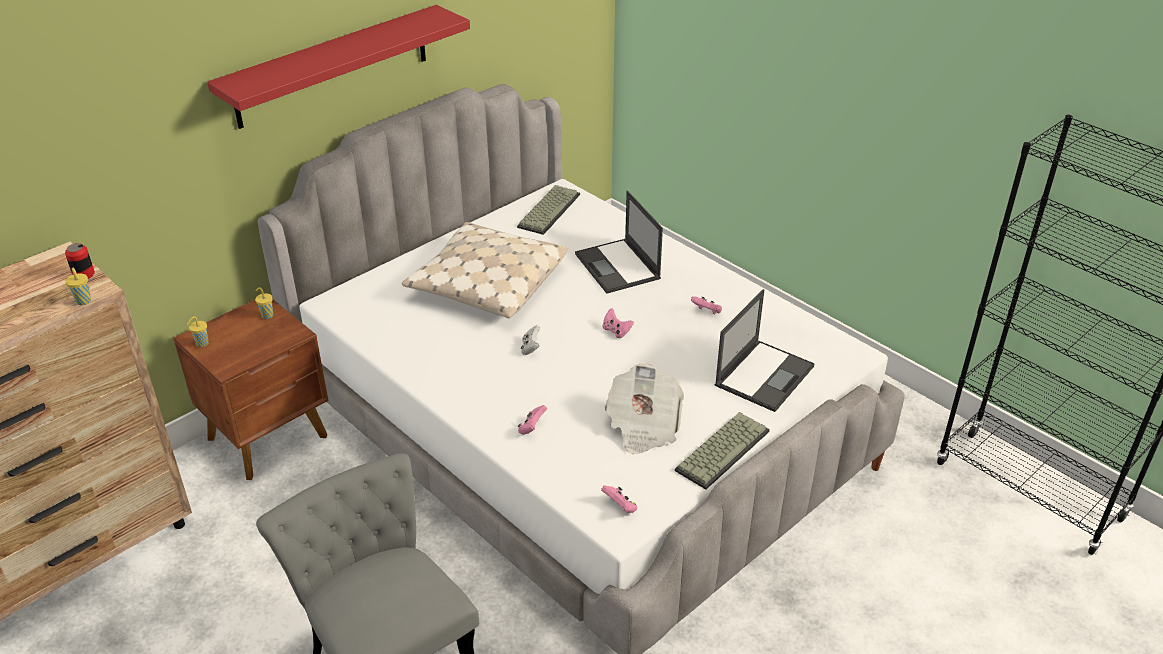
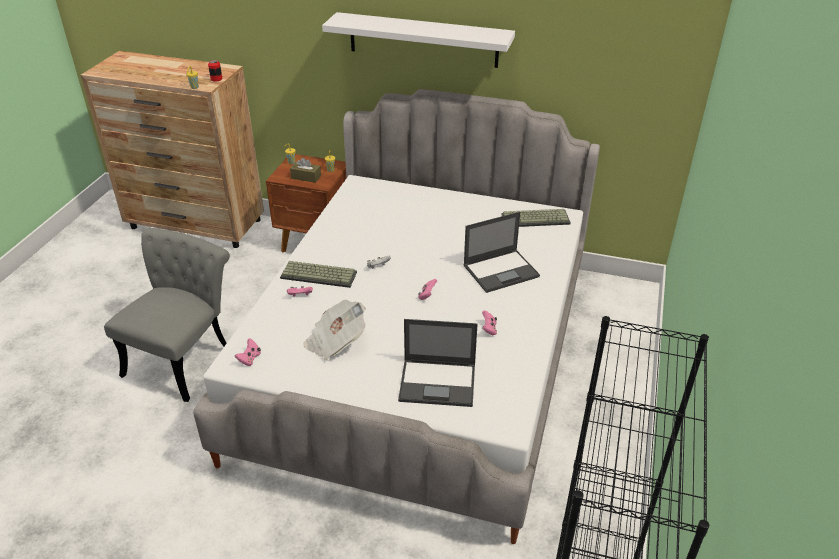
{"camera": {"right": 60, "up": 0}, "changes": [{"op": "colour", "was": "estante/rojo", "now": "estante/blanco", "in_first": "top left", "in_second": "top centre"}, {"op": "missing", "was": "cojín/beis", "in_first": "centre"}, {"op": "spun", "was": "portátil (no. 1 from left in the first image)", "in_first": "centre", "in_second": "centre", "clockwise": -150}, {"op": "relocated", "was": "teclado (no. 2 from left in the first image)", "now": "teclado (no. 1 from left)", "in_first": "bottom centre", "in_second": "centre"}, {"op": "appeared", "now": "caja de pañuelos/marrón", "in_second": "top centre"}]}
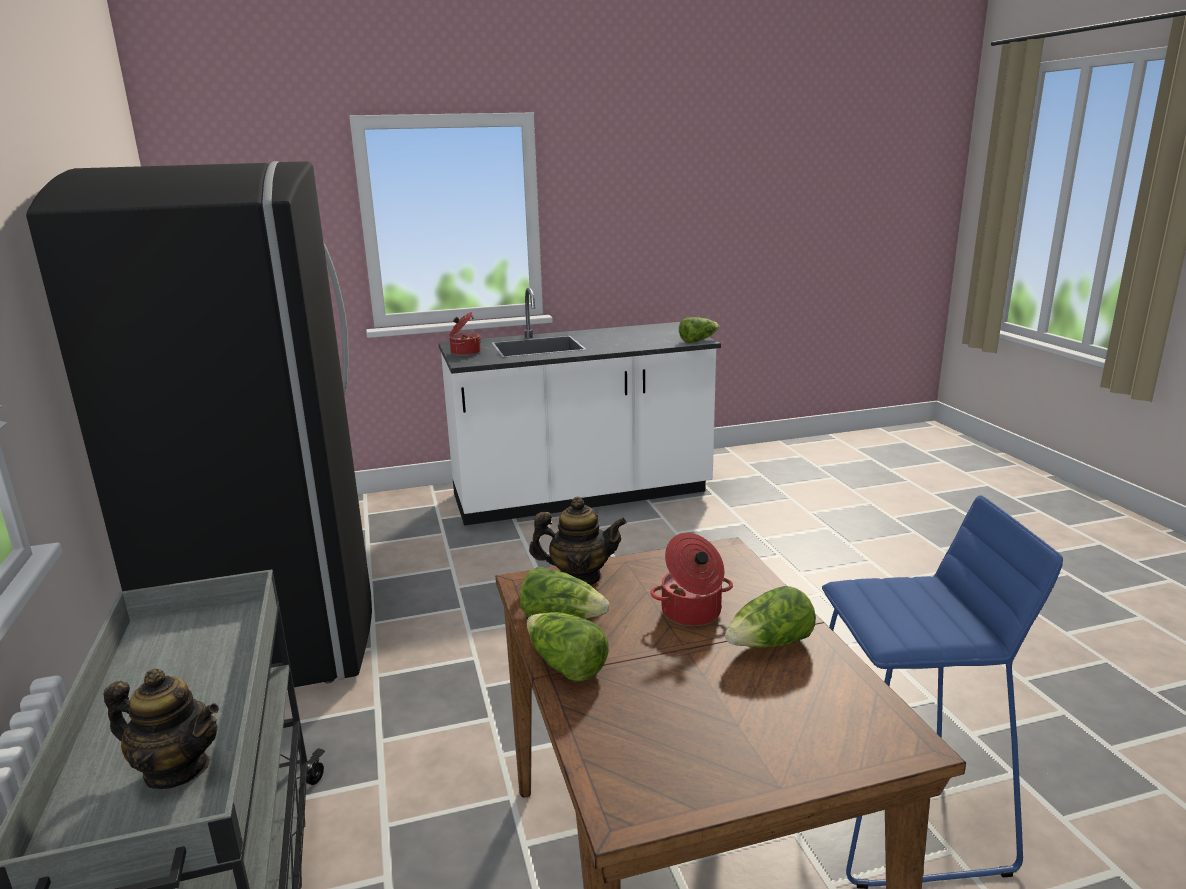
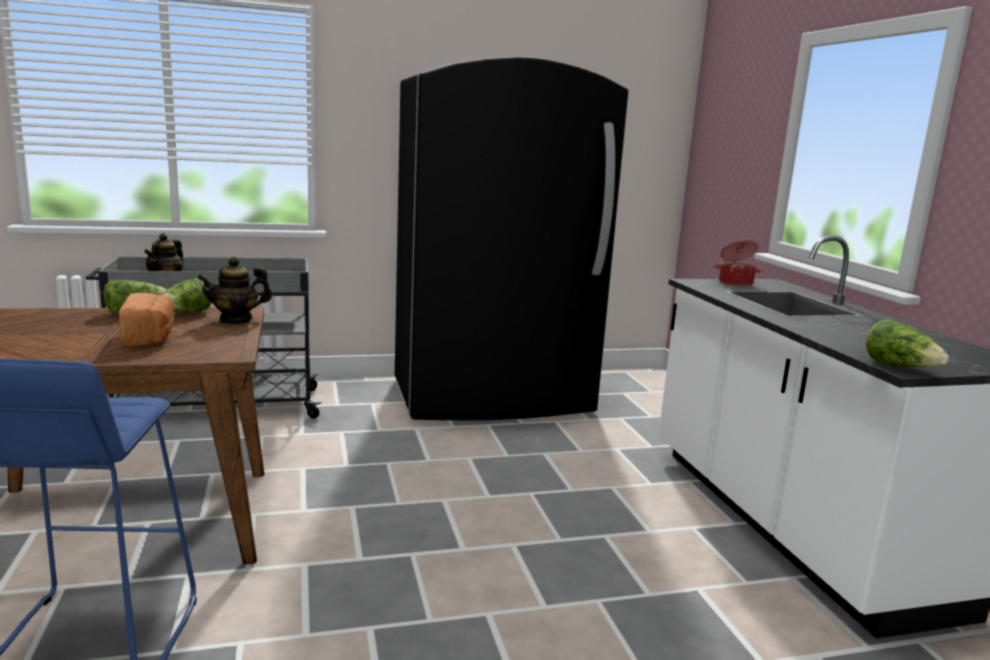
{"camera": {"right": 90, "up": -5}, "changes": [{"op": "spun", "was": "tetera (no. 2 from left)", "in_first": "centre", "in_second": "middle left", "clockwise": 60}, {"op": "exchanged", "was": "olla (no. 2 from left)", "now": "pan", "in_first": "centre", "in_second": "middle left"}, {"op": "missing", "was": "lechuga (no. 4 from left)", "in_first": "bottom centre"}]}
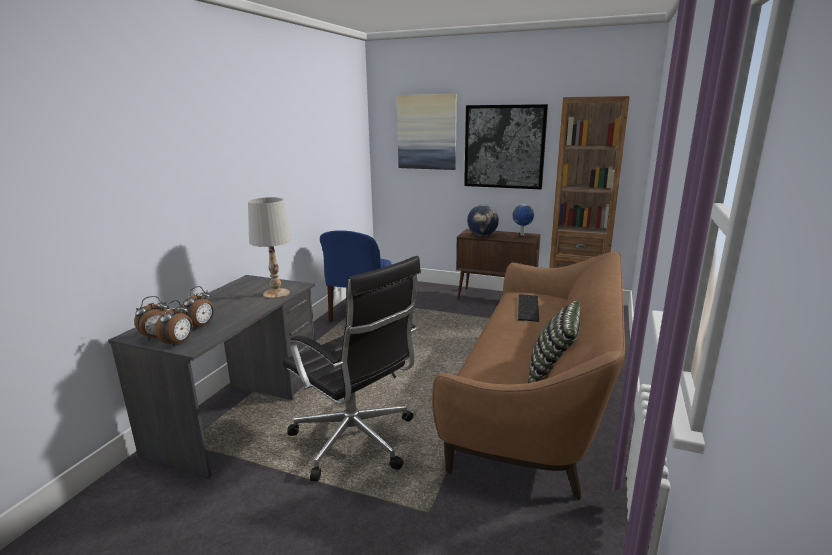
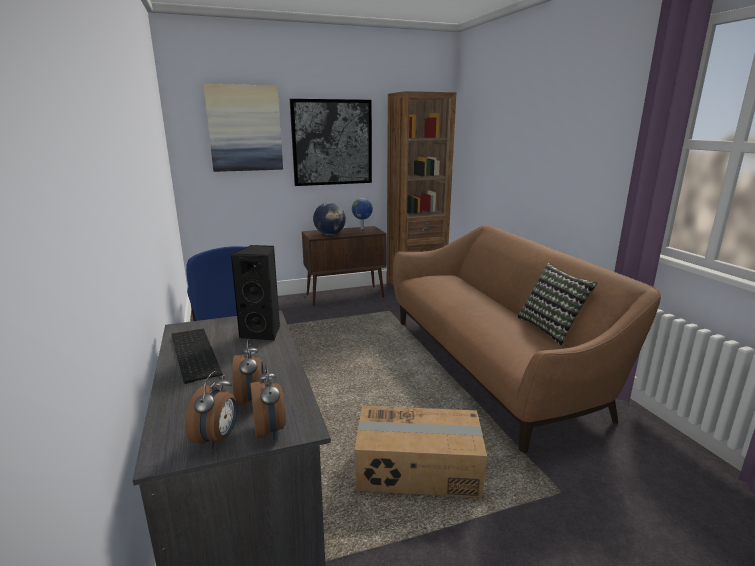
{"camera": {"right": -40, "up": 0}, "changes": [{"op": "exchanged", "was": "lámpara de mesa/blanco", "now": "altavoz/negro", "in_first": "middle left", "in_second": "centre"}, {"op": "exchanged", "was": "silla de oficina/negro", "now": "caja de cartón", "in_first": "centre", "in_second": "bottom centre"}, {"op": "relocated", "was": "teclado", "in_first": "centre", "in_second": "middle left"}]}
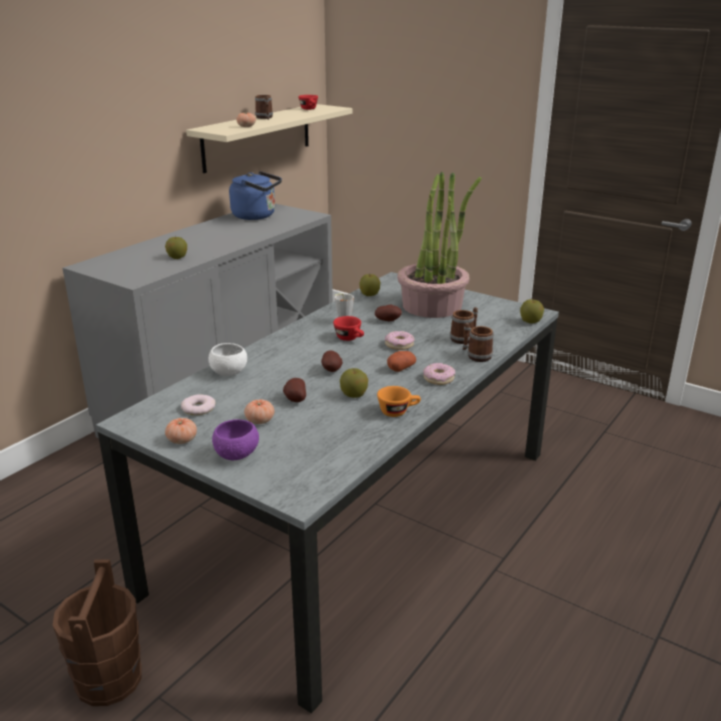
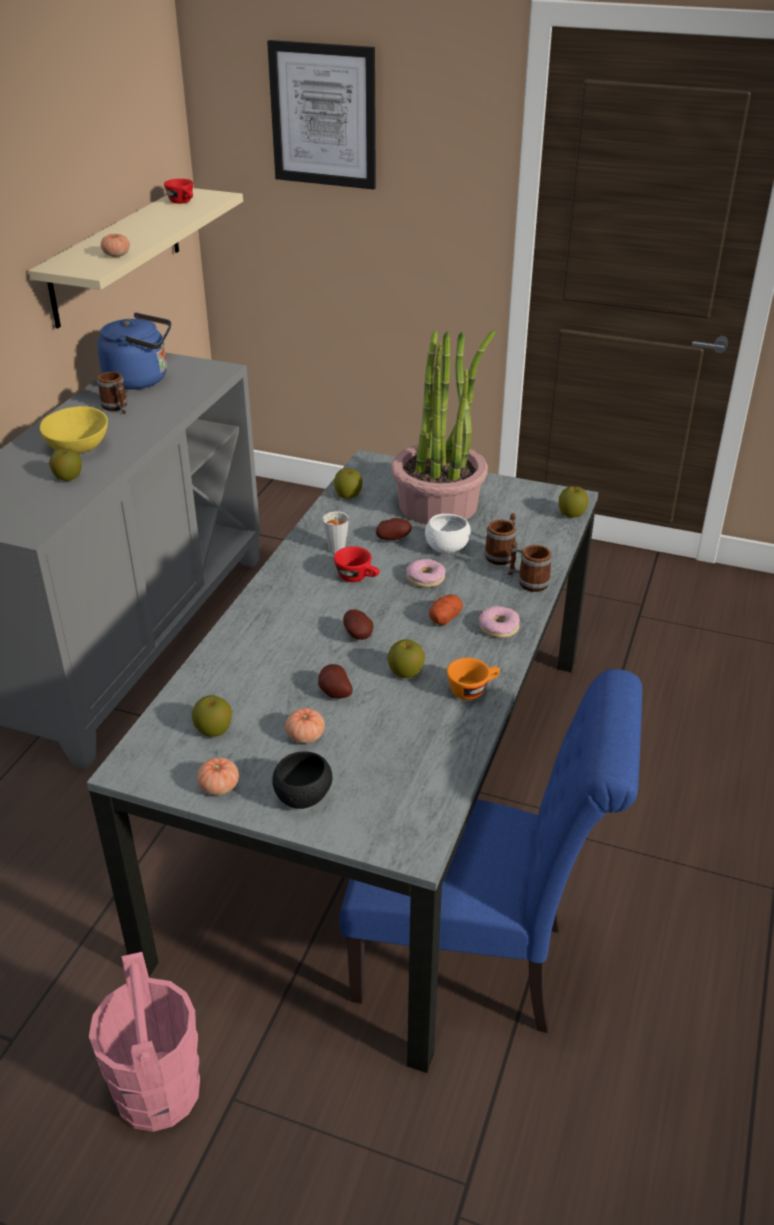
{"camera": {"right": -15, "up": 10}, "changes": [{"op": "colour", "was": "cubo/marrón", "now": "cubo/rosa", "in_first": "bottom left", "in_second": "bottom left"}, {"op": "exchanged", "was": "rosquilla (no. 1 from left)", "now": "manzana (no. 2 from left)", "in_first": "middle left", "in_second": "middle left"}, {"op": "relocated", "was": "cuenco/blanco", "in_first": "middle left", "in_second": "centre"}, {"op": "colour", "was": "cuenco/morado", "now": "cuenco/negro", "in_first": "middle left", "in_second": "centre"}, {"op": "relocated", "was": "taza grande (no. 1 from left)", "in_first": "top centre", "in_second": "top left"}, {"op": "appeared", "now": "cuenco/amarillo", "in_second": "middle left"}, {"op": "appeared", "now": "cuadro", "in_second": "top centre"}, {"op": "appeared", "now": "silla/azul", "in_second": "bottom centre"}]}
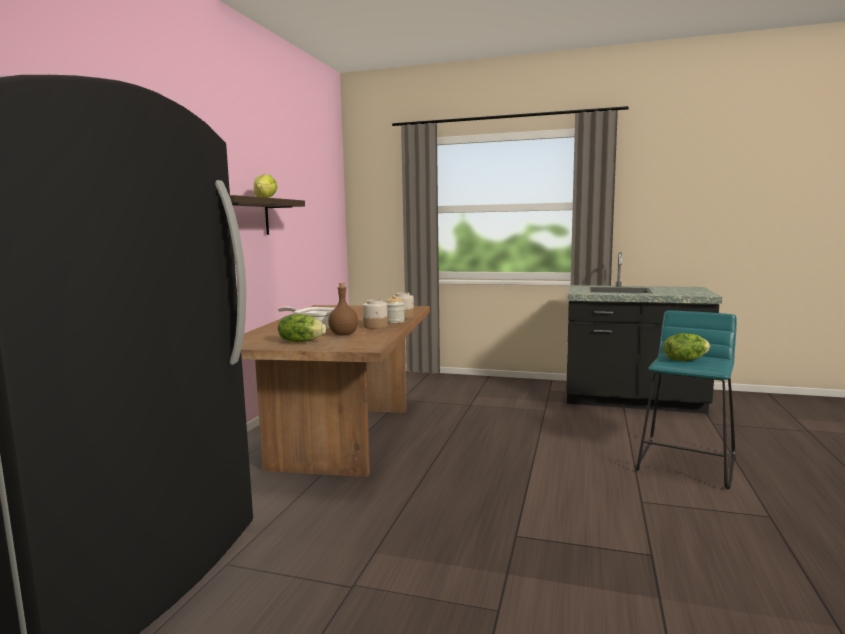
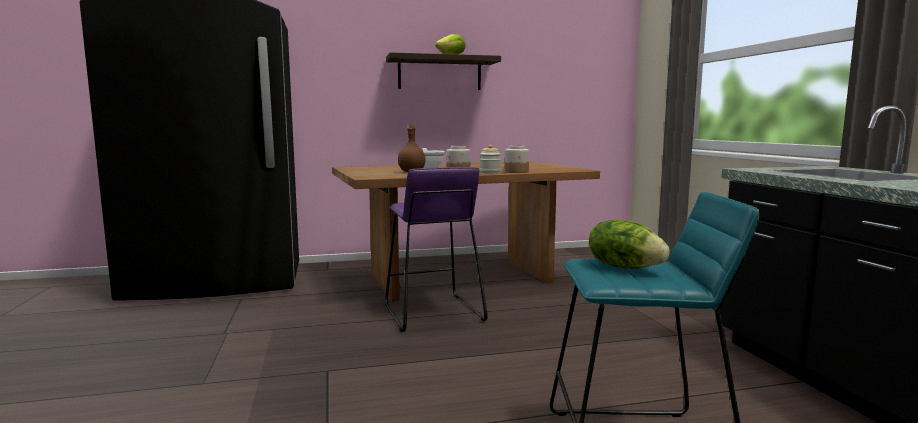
{"camera": {"right": 60, "up": 0}, "changes": [{"op": "missing", "was": "lechuga (no. 2 from left)", "in_first": "centre"}, {"op": "appeared", "now": "taburete/morado", "in_second": "centre"}]}
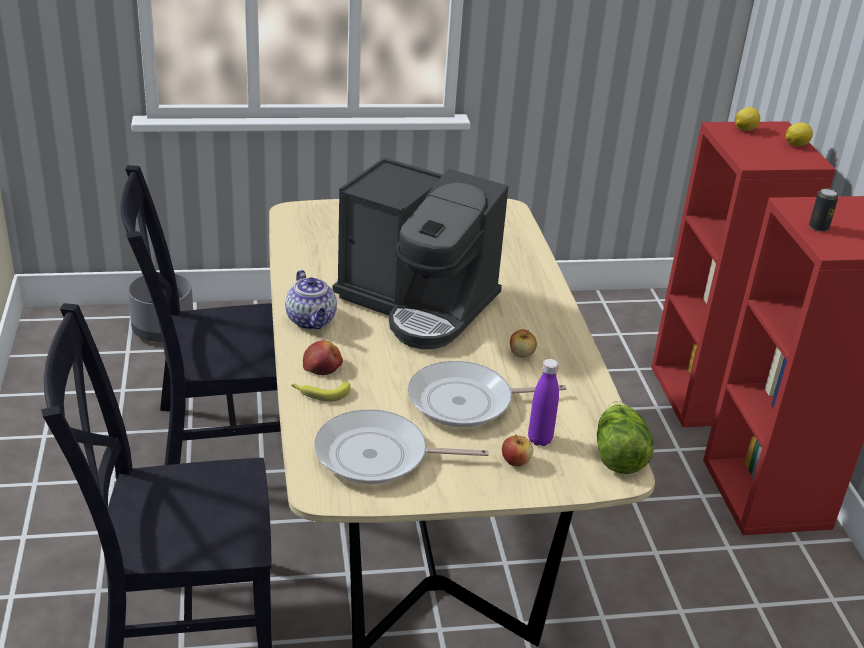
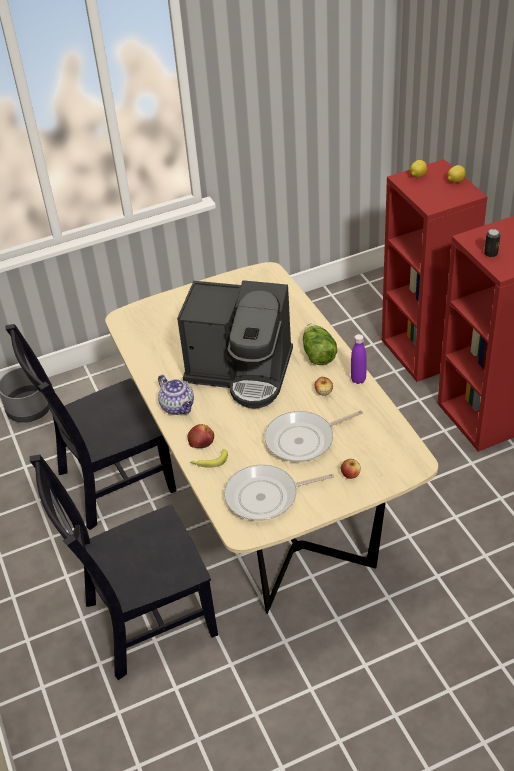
{"camera": {"right": -10, "up": 10}, "changes": [{"op": "relocated", "was": "botella/morado", "in_first": "centre", "in_second": "middle right"}, {"op": "relocated", "was": "lechuga", "in_first": "bottom right", "in_second": "centre"}]}
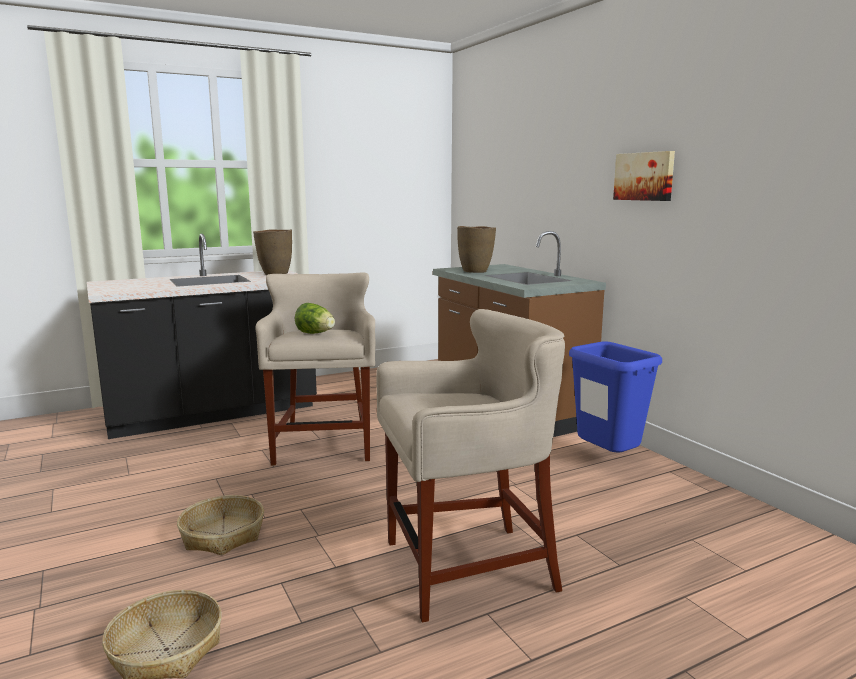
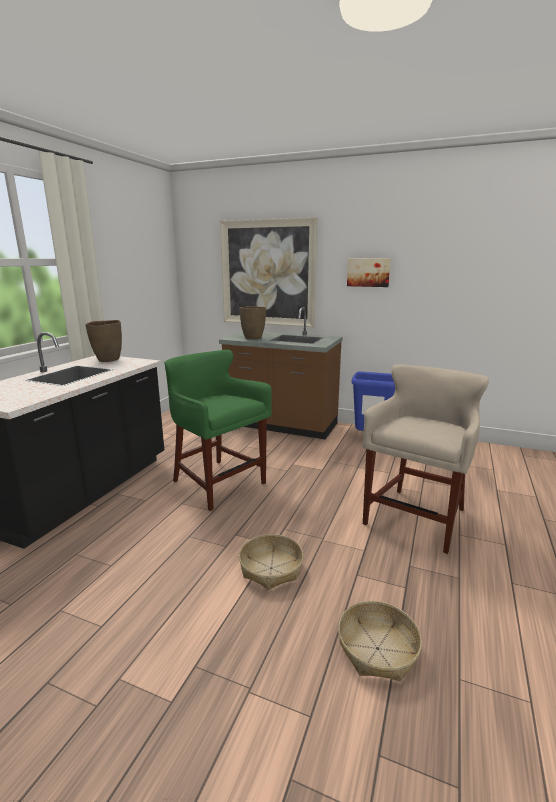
{"camera": {"right": -40, "up": 5}, "changes": [{"op": "colour", "was": "taburete/beis (no. 1 from left)", "now": "taburete/verde", "in_first": "centre", "in_second": "centre"}, {"op": "missing", "was": "lechuga", "in_first": "centre"}, {"op": "appeared", "now": "cuadro (no. 1 from left)", "in_second": "centre"}]}
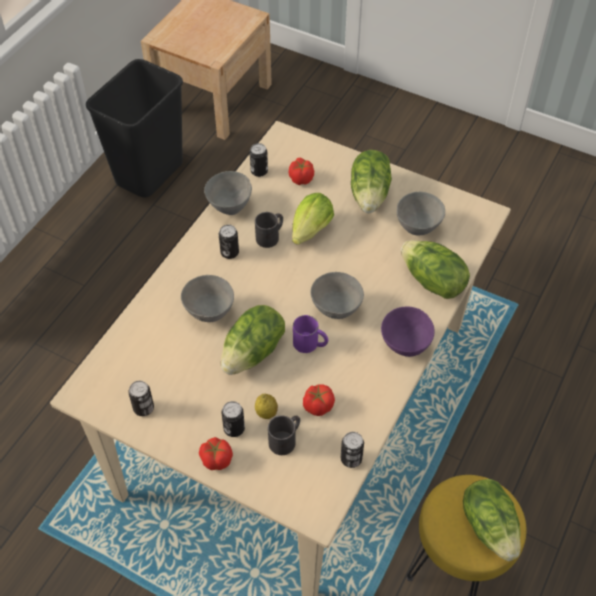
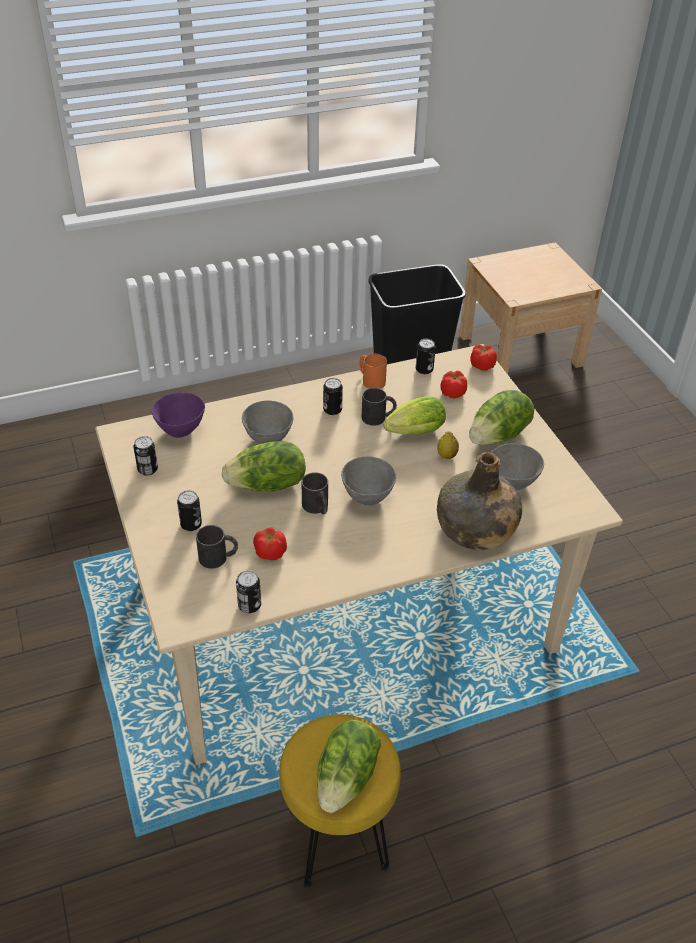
{"camera": {"right": 40, "up": -10}, "changes": [{"op": "relocated", "was": "tomate (no. 1 from left in the first image)", "now": "tomate (no. 3 from left)", "in_first": "bottom centre", "in_second": "middle right"}, {"op": "exchanged", "was": "cuenco/gris (no. 2 from left)", "now": "taza grande/naranja", "in_first": "top centre", "in_second": "centre"}, {"op": "relocated", "was": "limón", "in_first": "bottom centre", "in_second": "centre"}, {"op": "colour", "was": "taza grande/morado", "now": "taza grande/negro (no. 2 from left)", "in_first": "centre", "in_second": "centre"}, {"op": "relocated", "was": "cuenco/morado", "in_first": "middle right", "in_second": "middle left"}, {"op": "exchanged", "was": "lechuga (no. 4 from left)", "now": "botella/verde", "in_first": "middle right", "in_second": "middle right"}]}
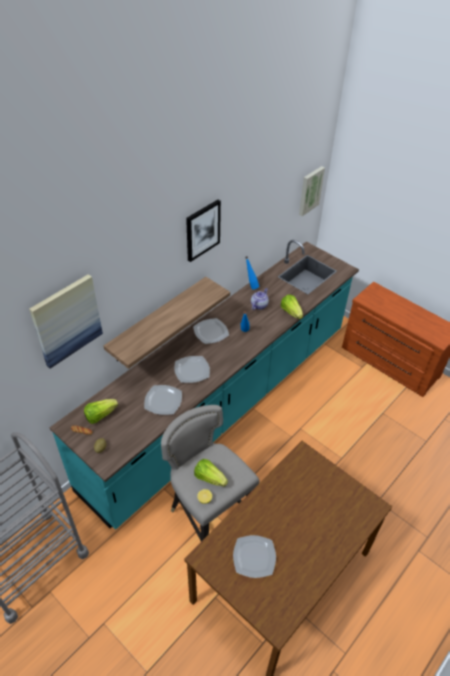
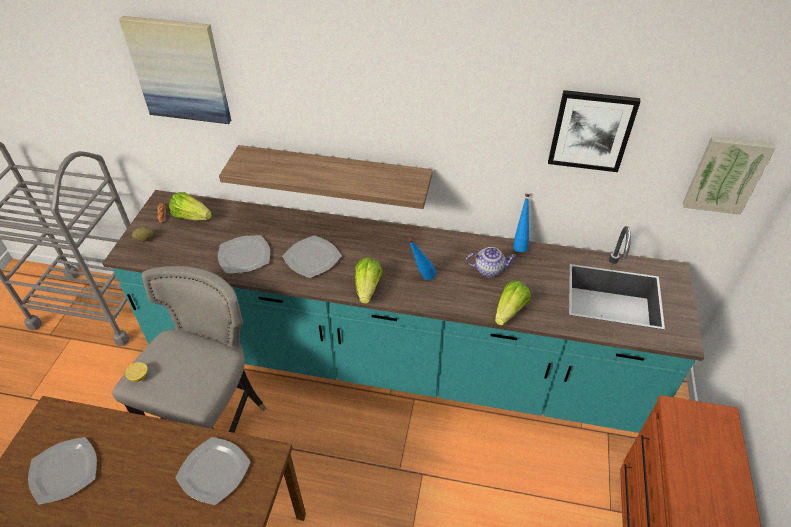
{"camera": {"right": 60, "up": 0}, "changes": [{"op": "relocated", "was": "cuadro (no. 2 from left)", "in_first": "centre", "in_second": "top right"}, {"op": "relocated", "was": "plato (no. 3 from left in the first image)", "now": "plato (no. 2 from left)", "in_first": "centre", "in_second": "bottom left"}, {"op": "relocated", "was": "lechuga (no. 2 from left)", "in_first": "bottom centre", "in_second": "centre"}]}
